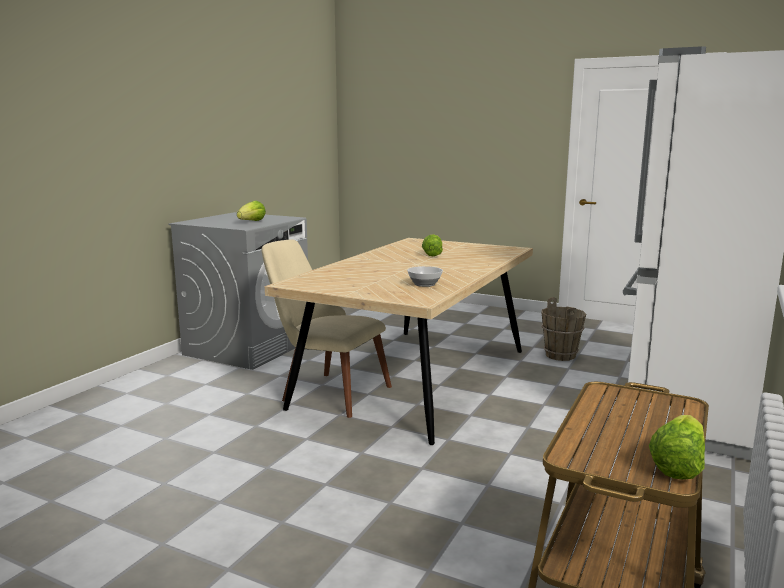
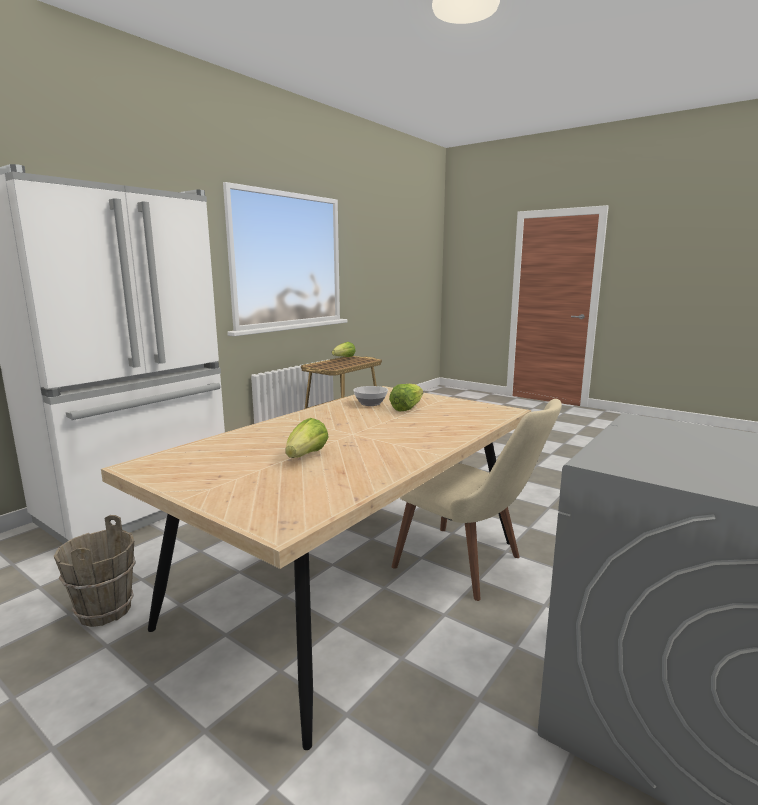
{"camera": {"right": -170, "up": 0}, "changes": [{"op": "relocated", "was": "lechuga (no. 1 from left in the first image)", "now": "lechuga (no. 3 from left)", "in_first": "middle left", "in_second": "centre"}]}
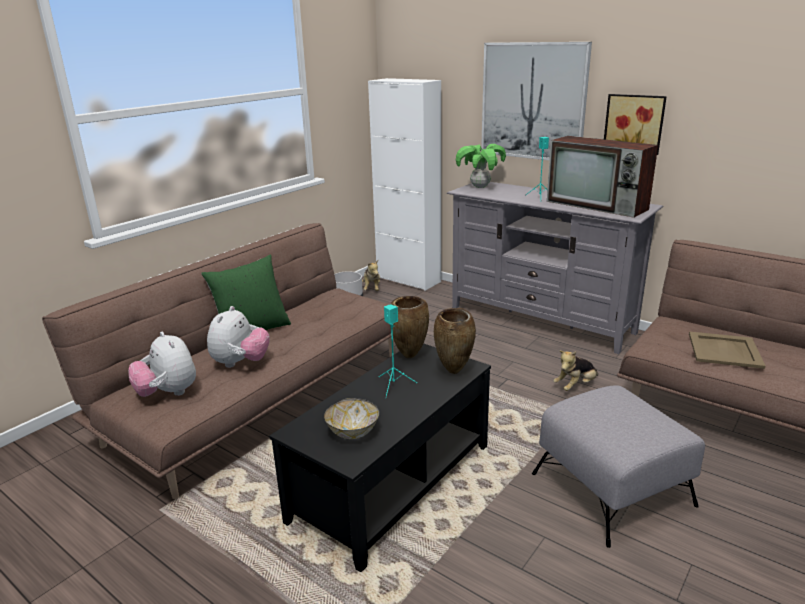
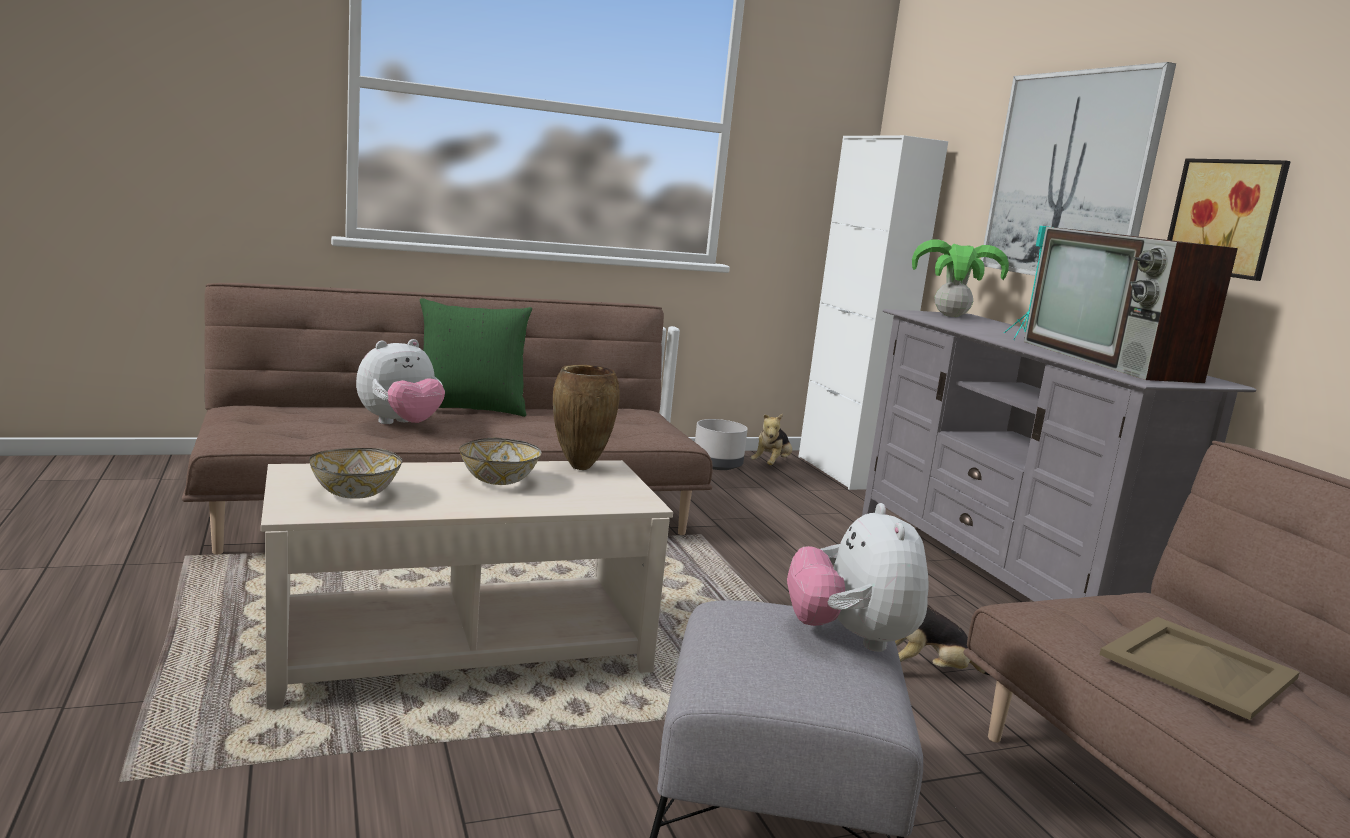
{"camera": {"right": 30, "up": -10}, "changes": [{"op": "relocated", "was": "peluche (no. 1 from left in the first image)", "now": "peluche (no. 3 from left)", "in_first": "middle left", "in_second": "bottom centre"}, {"op": "colour", "was": "mesa de centro/negro", "now": "mesa de centro/beis", "in_first": "bottom centre", "in_second": "bottom centre"}, {"op": "exchanged", "was": "altavoz/turquesa (no. 1 from left)", "now": "cuenco (no. 2 from left)", "in_first": "centre", "in_second": "centre"}, {"op": "missing", "was": "florero/marrón (no. 2 from left)", "in_first": "centre"}]}
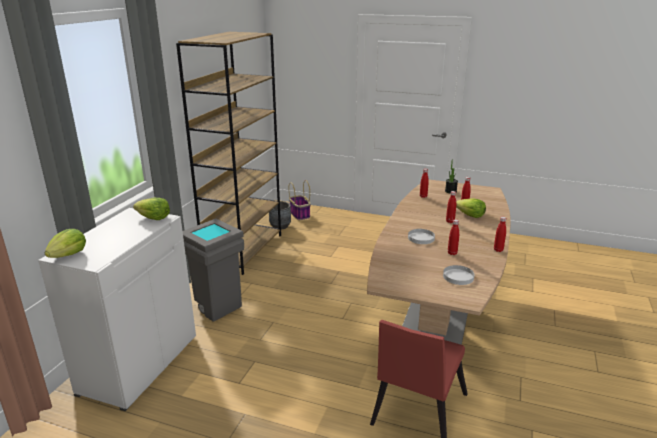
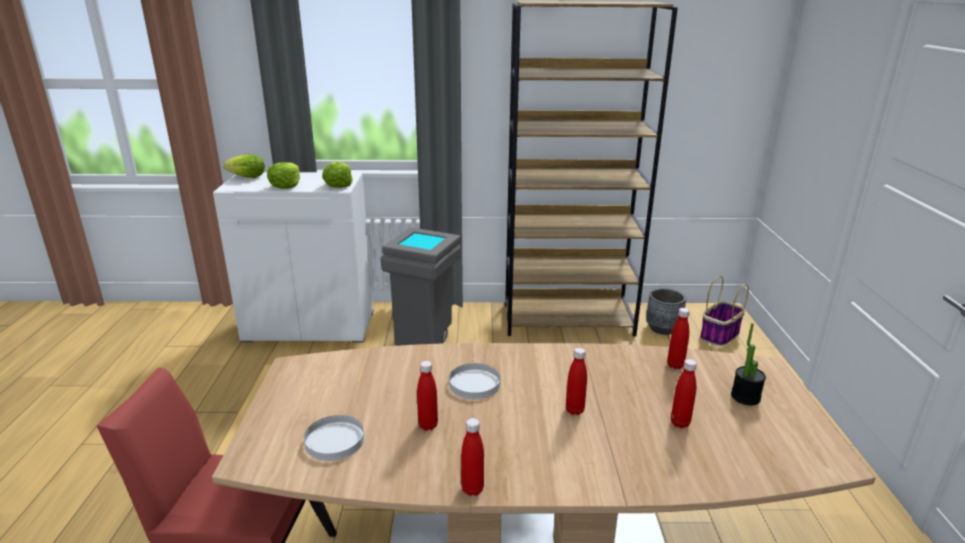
{"camera": {"right": 70, "up": 0}, "changes": [{"op": "relocated", "was": "lechuga (no. 3 from left in the first image)", "now": "lechuga (no. 2 from left)", "in_first": "middle right", "in_second": "top left"}]}
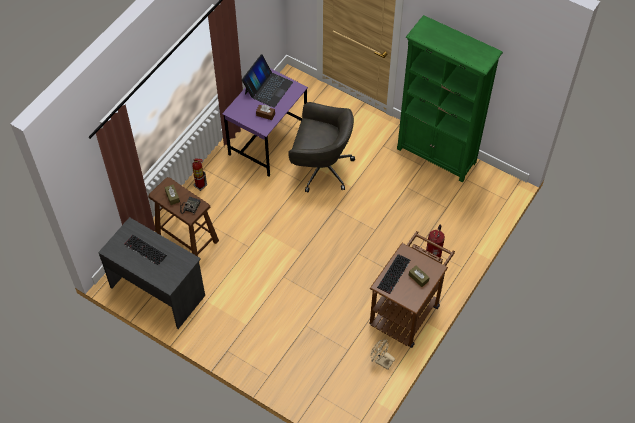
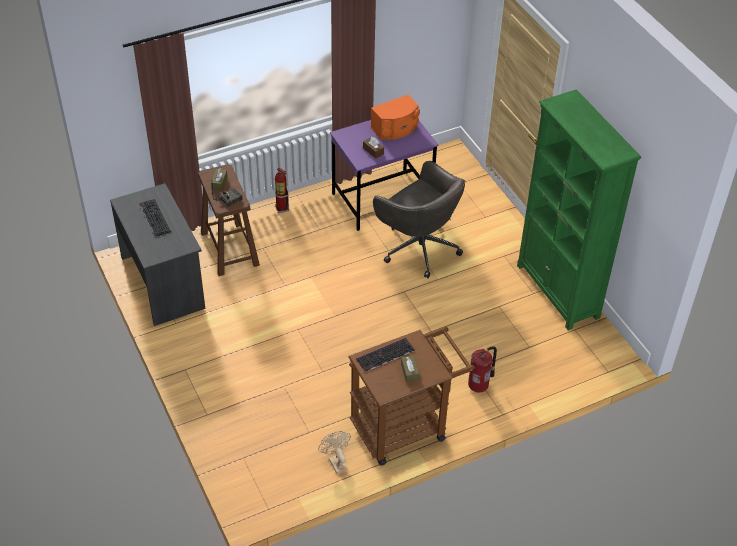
{"camera": {"right": 30, "up": -10}, "changes": [{"op": "exchanged", "was": "portátil", "now": "altavoz/naranja", "in_first": "top centre", "in_second": "top centre"}]}
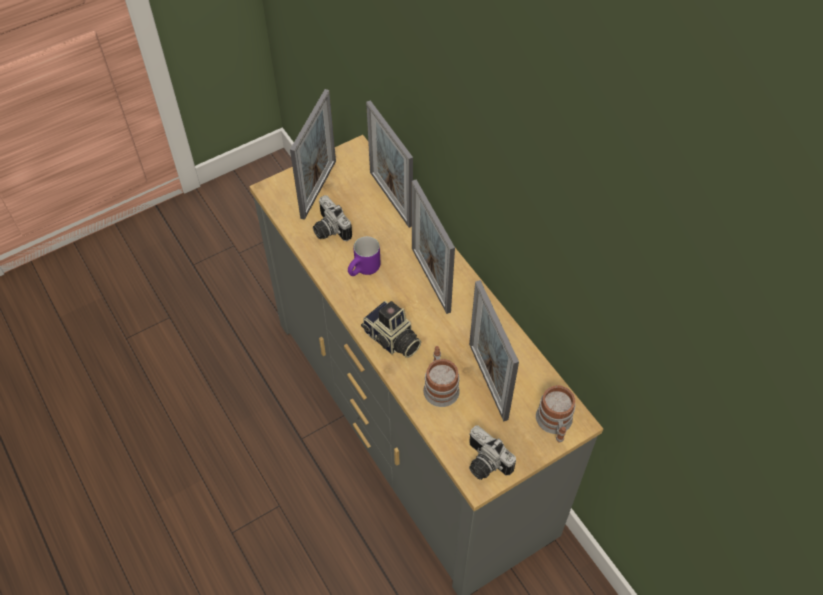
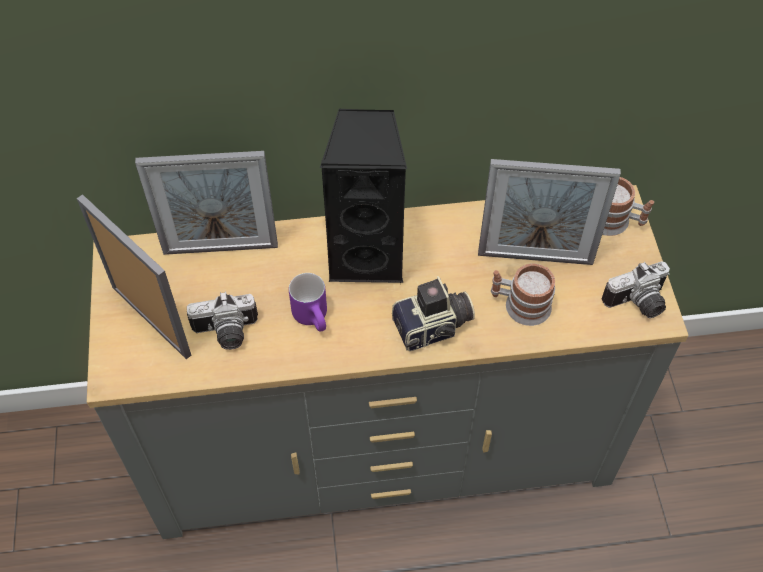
{"camera": {"right": -65, "up": 0}, "changes": [{"op": "exchanged", "was": "portarretratos (no. 3 from left)", "now": "altavoz/negro", "in_first": "centre", "in_second": "centre"}]}
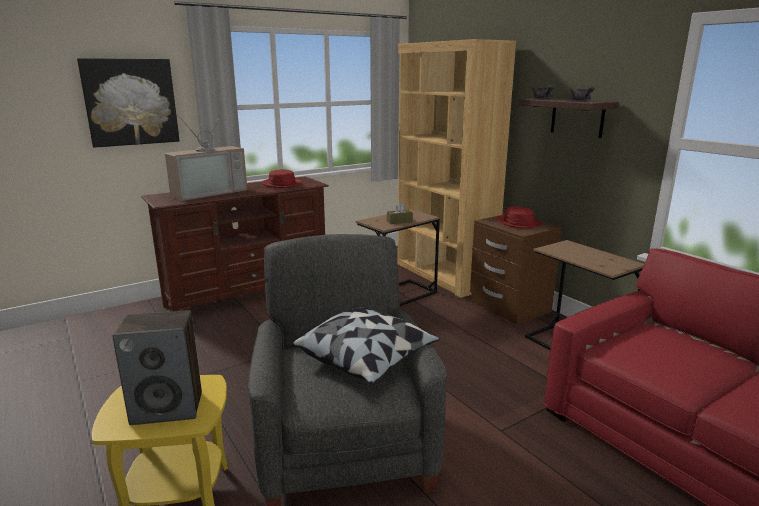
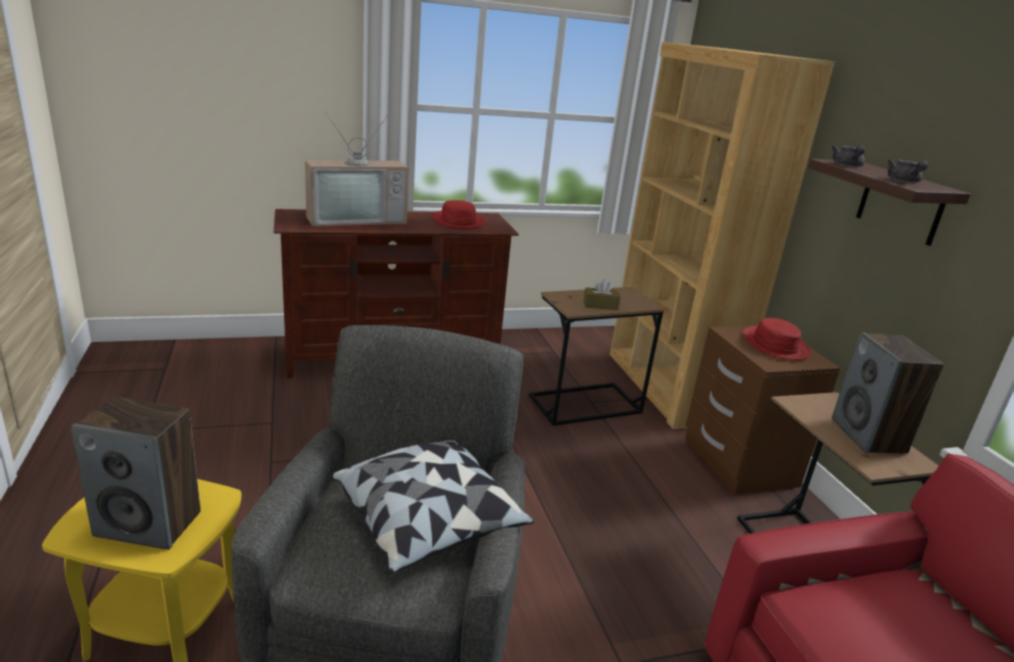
{"camera": {"right": 15, "up": 5}, "changes": [{"op": "missing", "was": "cuadro", "in_first": "top left"}, {"op": "appeared", "now": "altavoz (no. 2 from left)", "in_second": "middle right"}]}
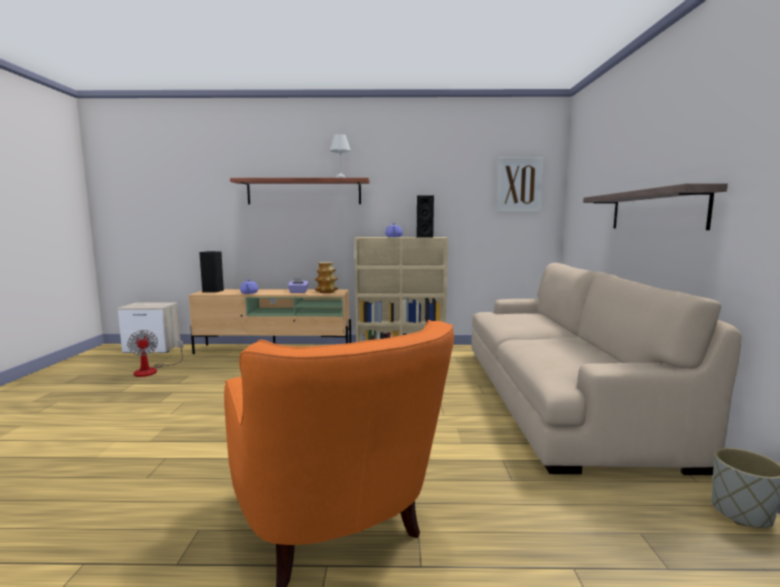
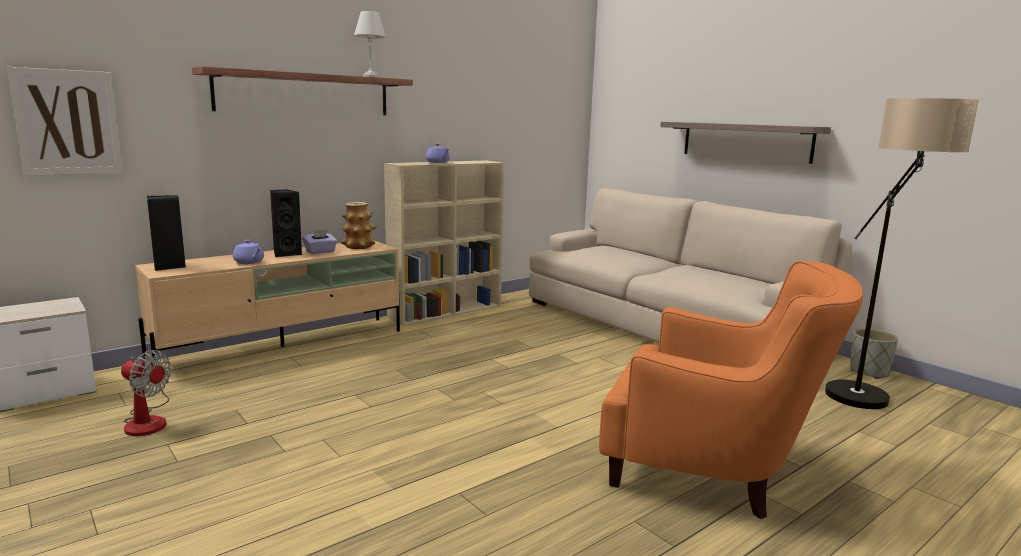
{"camera": {"right": -40, "up": 5}, "changes": [{"op": "relocated", "was": "altavoz/negro (no. 2 from left)", "in_first": "centre", "in_second": "middle left"}, {"op": "relocated", "was": "cuadro", "in_first": "top right", "in_second": "top left"}, {"op": "appeared", "now": "lámpara de pie", "in_second": "middle right"}]}
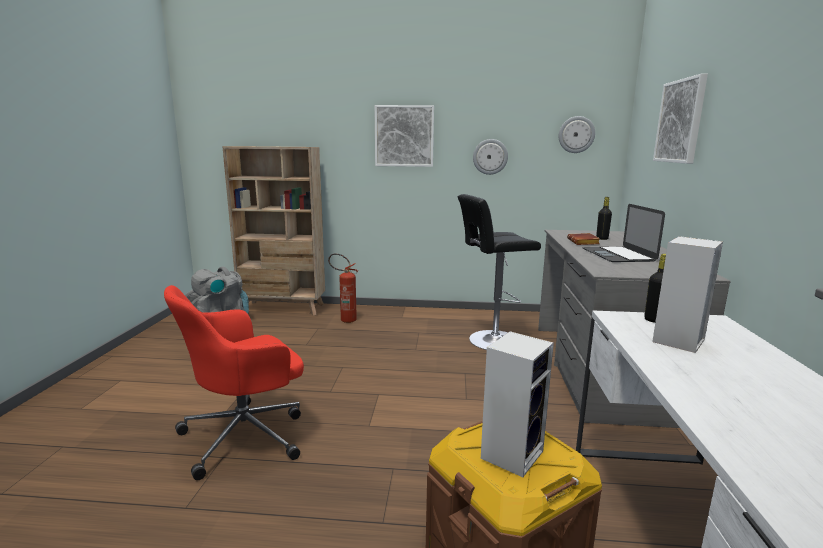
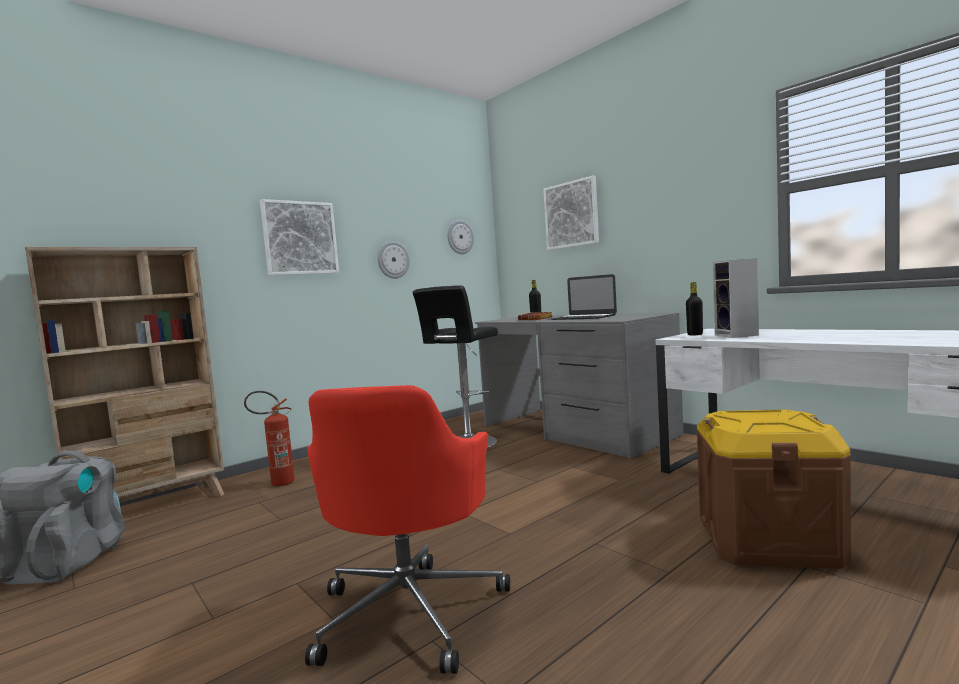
{"camera": {"right": -45, "up": -10}, "changes": [{"op": "missing", "was": "altavoz (no. 1 from left)", "in_first": "bottom centre"}]}
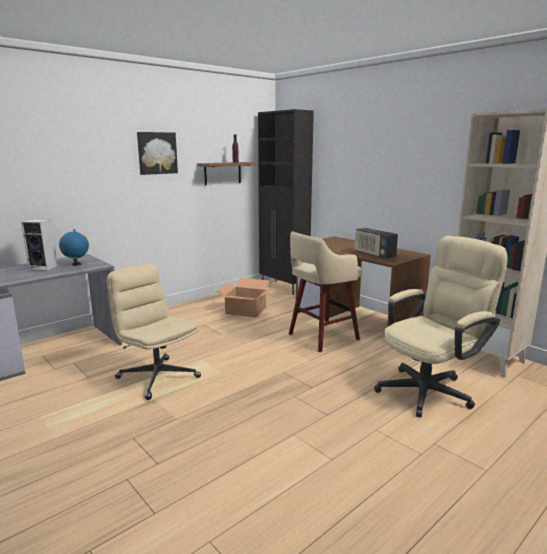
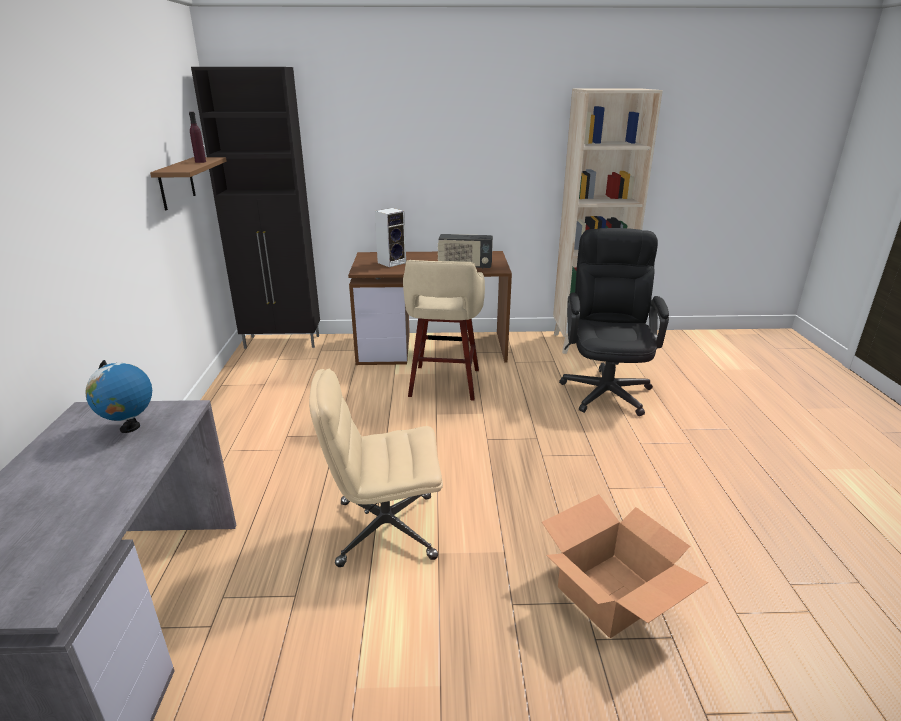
{"camera": {"right": -50, "up": 10}, "changes": [{"op": "relocated", "was": "altavoz", "in_first": "middle left", "in_second": "top centre"}, {"op": "missing", "was": "cuadro", "in_first": "top left"}, {"op": "relocated", "was": "caja de cartón", "in_first": "centre", "in_second": "bottom right"}, {"op": "colour", "was": "silla de oficina/beis (no. 2 from left)", "now": "silla de oficina/negro", "in_first": "middle right", "in_second": "middle right"}]}
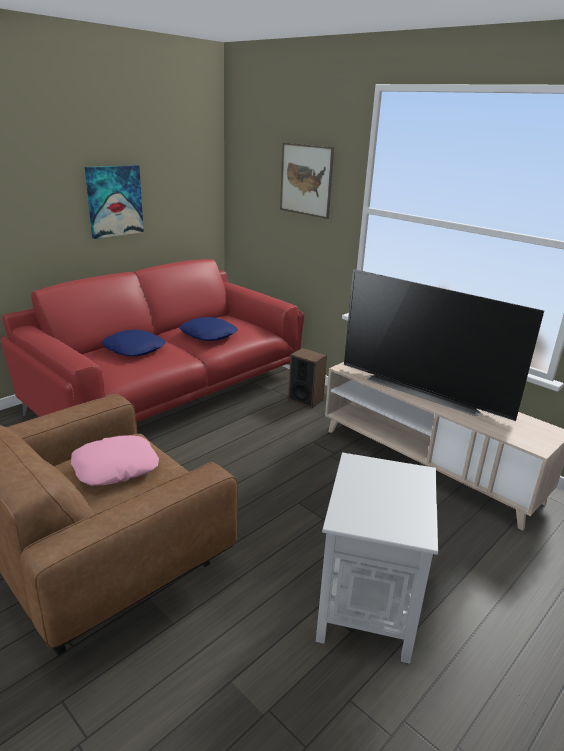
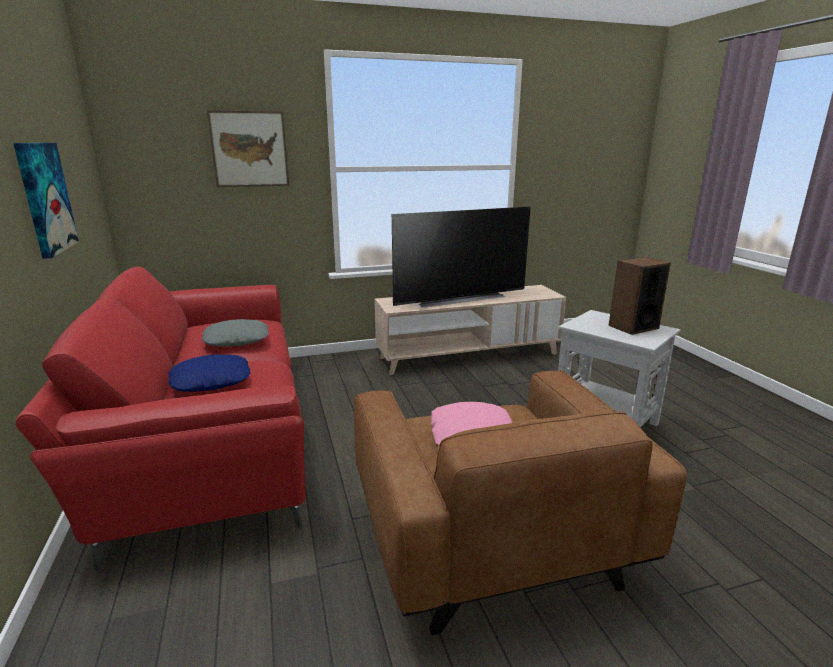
{"camera": {"right": -60, "up": -5}, "changes": [{"op": "colour", "was": "cojín/azul (no. 2 from left)", "now": "cojín/gris", "in_first": "centre", "in_second": "middle left"}, {"op": "relocated", "was": "altavoz", "in_first": "centre", "in_second": "middle right"}]}
